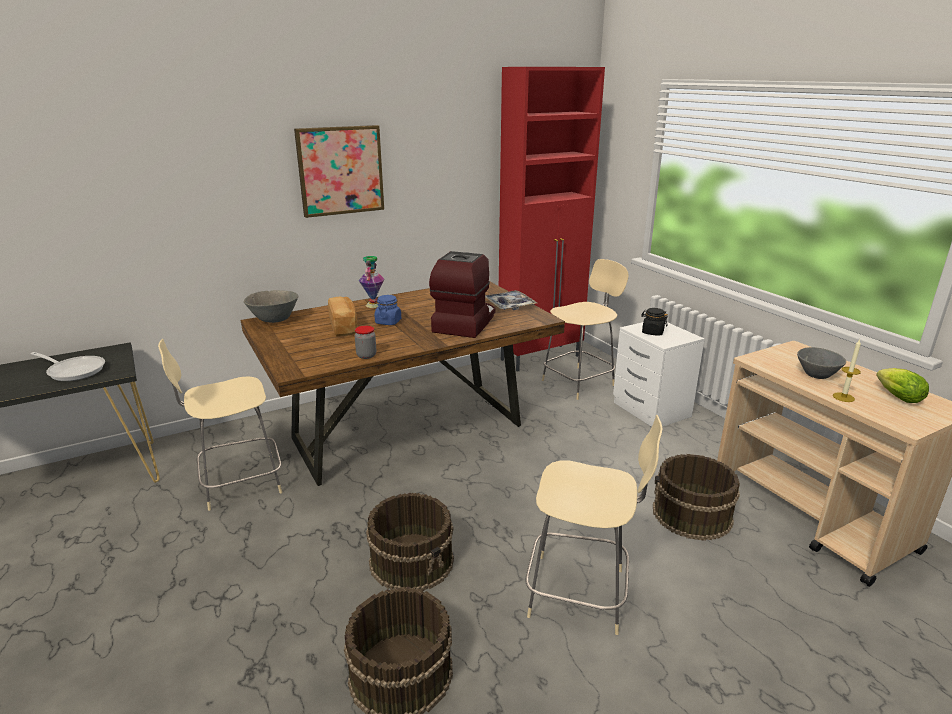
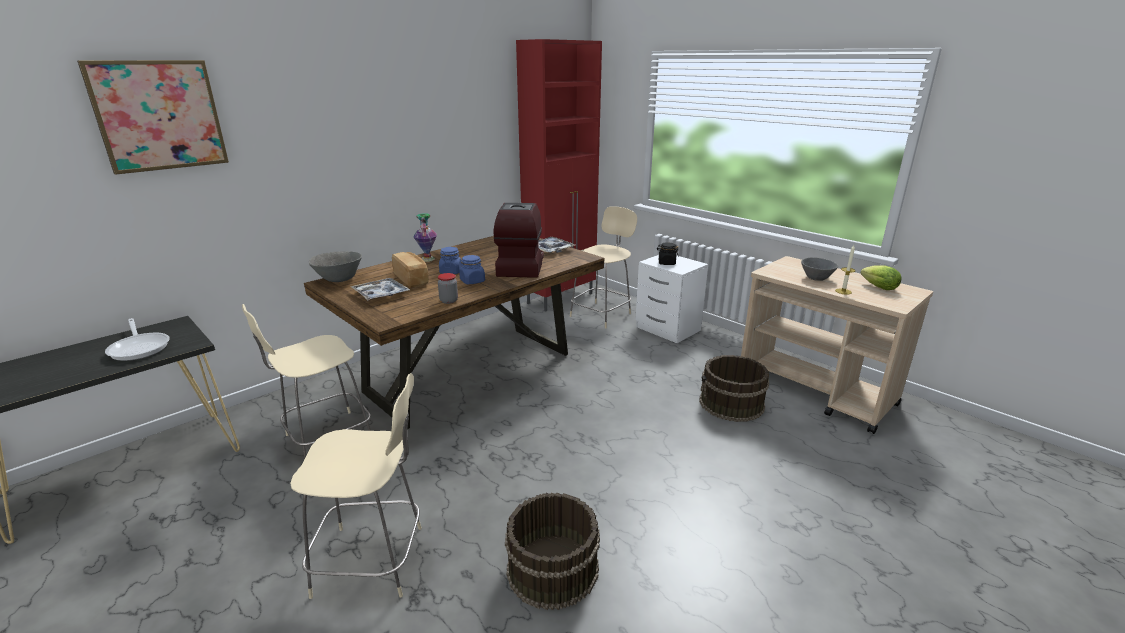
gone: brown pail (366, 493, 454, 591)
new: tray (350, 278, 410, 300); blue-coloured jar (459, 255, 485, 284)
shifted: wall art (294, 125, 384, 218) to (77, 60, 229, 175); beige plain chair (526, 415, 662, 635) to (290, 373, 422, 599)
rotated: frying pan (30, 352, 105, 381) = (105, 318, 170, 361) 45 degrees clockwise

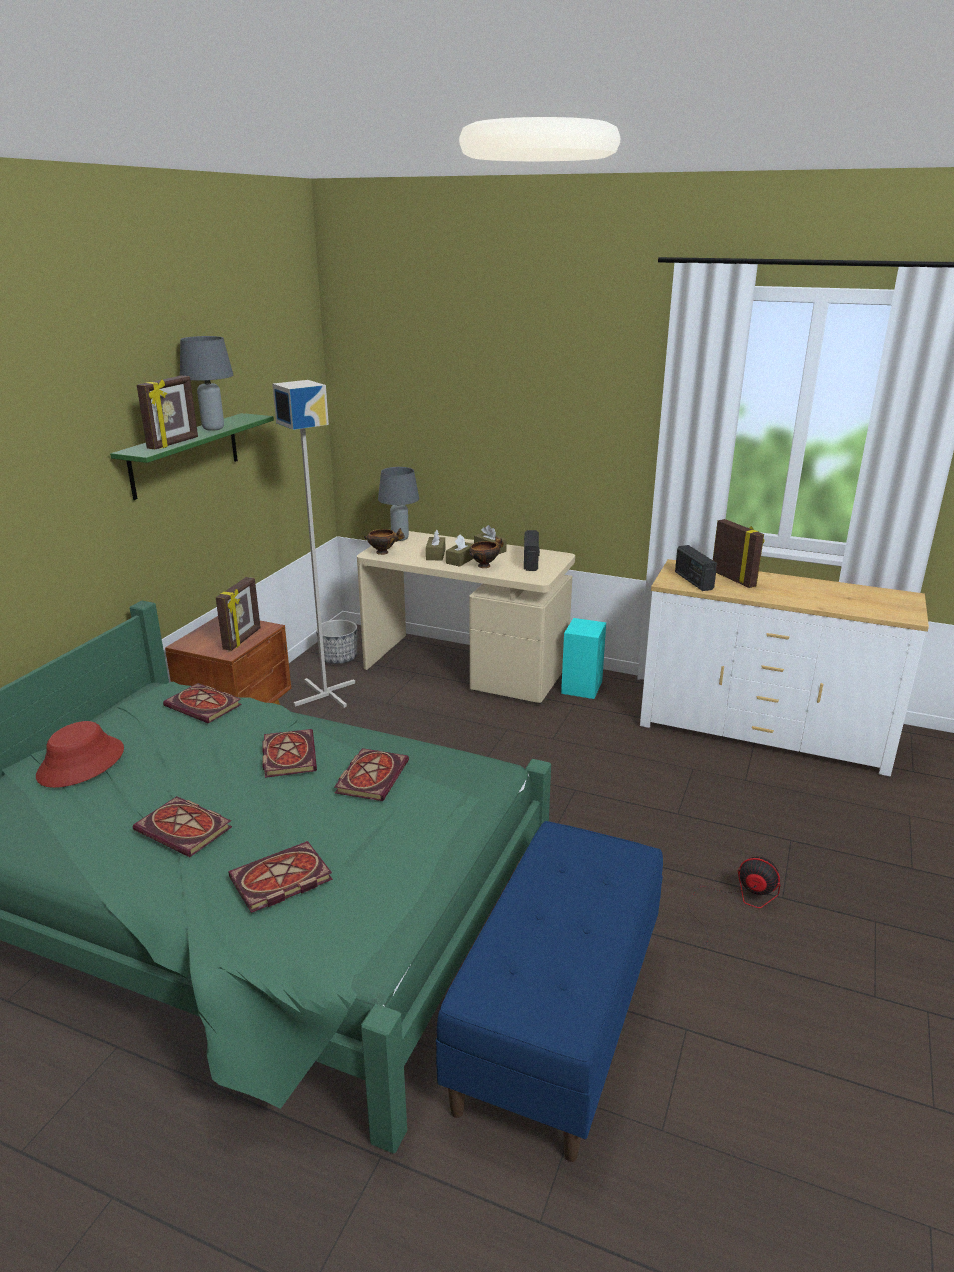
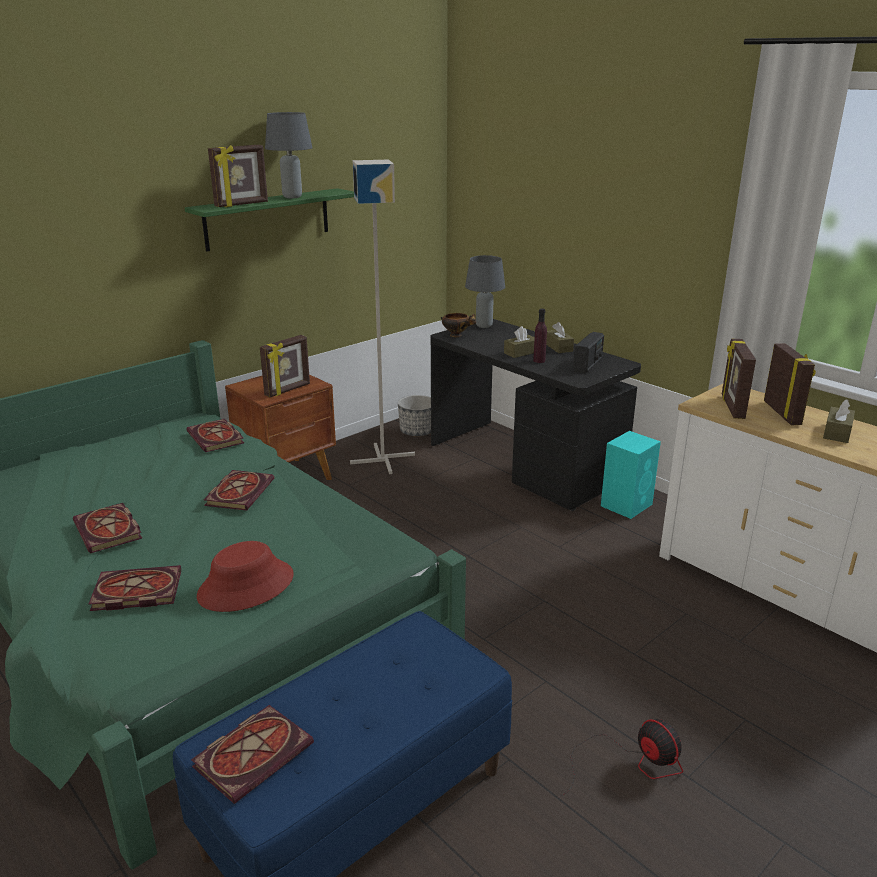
shifted: red-coloured clothing hat (36, 721, 124, 788) to (197, 541, 294, 612); volume (334, 748, 409, 801) to (191, 705, 314, 804); brown box of tissues (426, 530, 445, 560) to (823, 399, 855, 443)
swapped: serving bowl (469, 536, 504, 568) to purplish drink bottle (533, 309, 547, 363); radio set (675, 545, 717, 591) to photo frame (722, 339, 756, 419)
repainted: beige desk table (357, 531, 575, 704) to blackish desk table (431, 319, 641, 511)

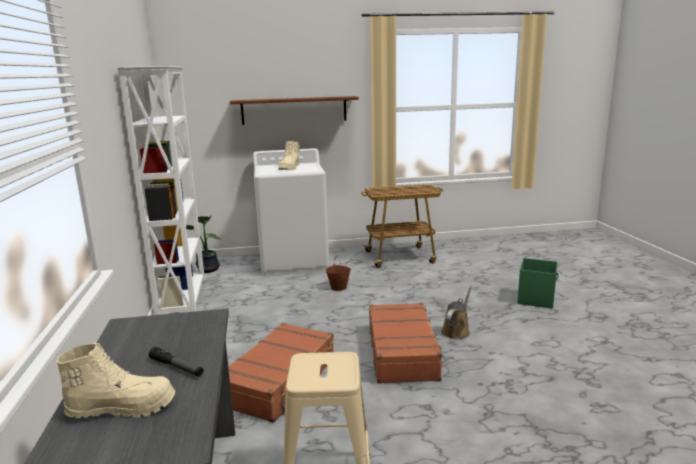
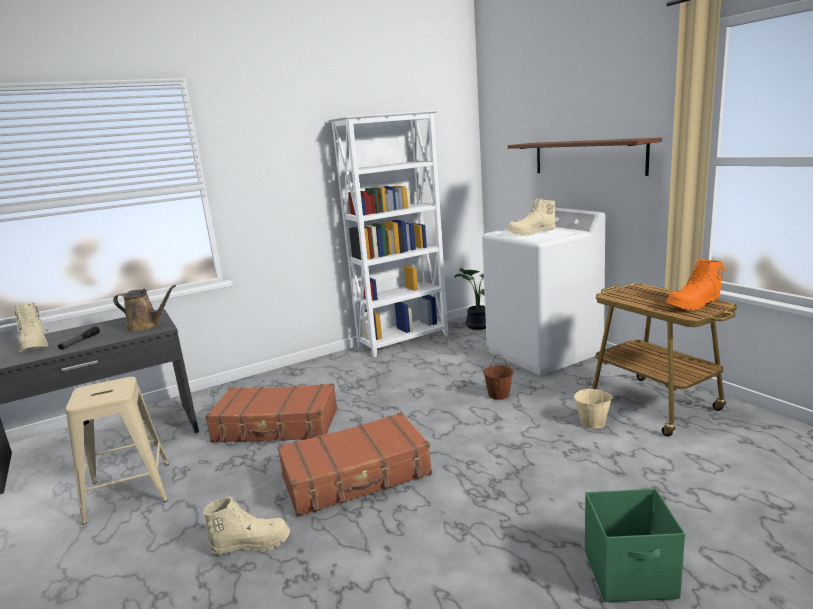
new: beige tall boot (203, 496, 290, 554); beige pail (574, 377, 612, 429); orangey tall boot (666, 259, 726, 311)
shifted: brown sprinkling can (441, 285, 472, 339) to (113, 285, 176, 332)

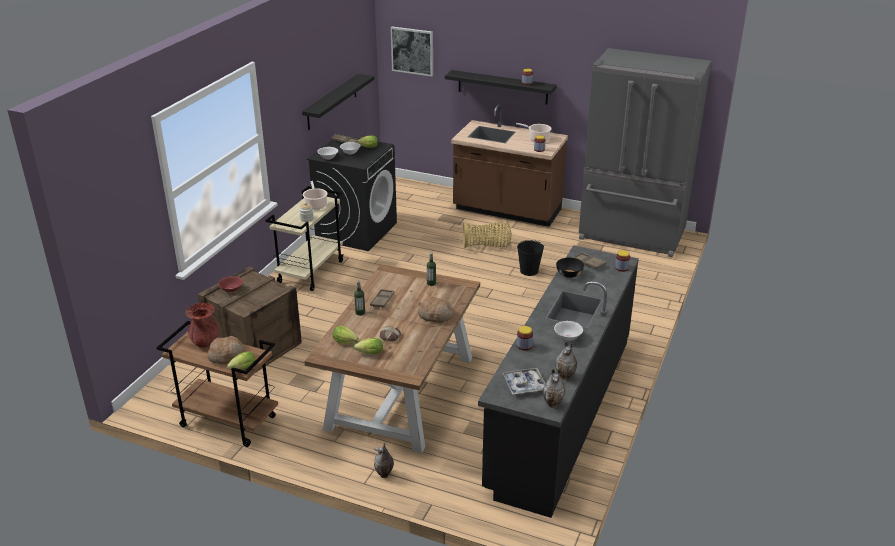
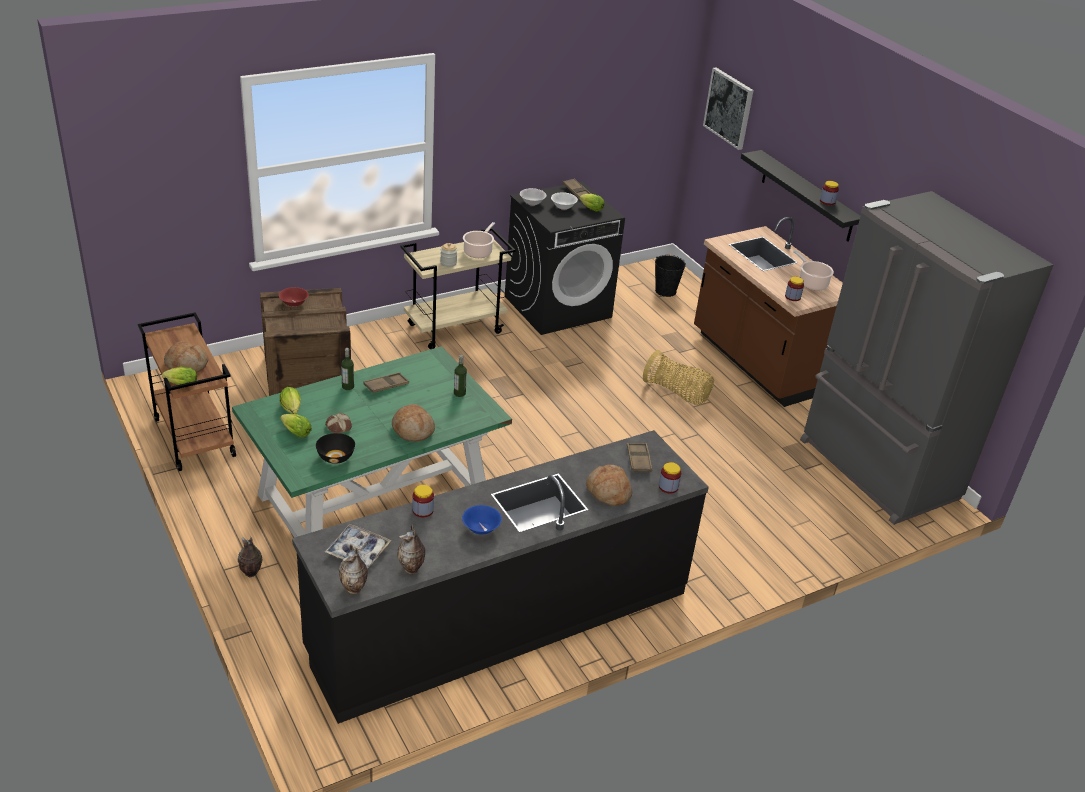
gone: red-coloured decorative vase (185, 303, 219, 347); blackish shelf (302, 74, 374, 130)
new: bread (586, 465, 632, 506)
shifted: blackish pail (517, 240, 544, 276) to (655, 255, 686, 297); blackish serving bowl (556, 258, 584, 278) to (316, 433, 355, 464)
repainted: brown dining table (304, 264, 480, 453) to greenish dining table (232, 346, 512, 538); white serving bowl (554, 321, 583, 341) to blue-coloured serving bowl (462, 505, 502, 535)

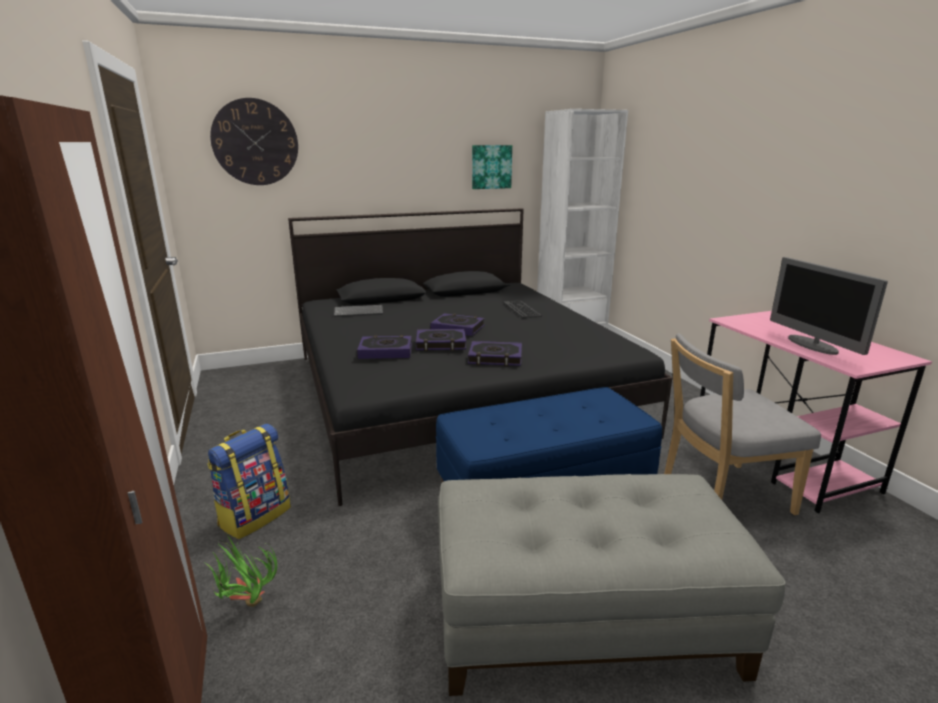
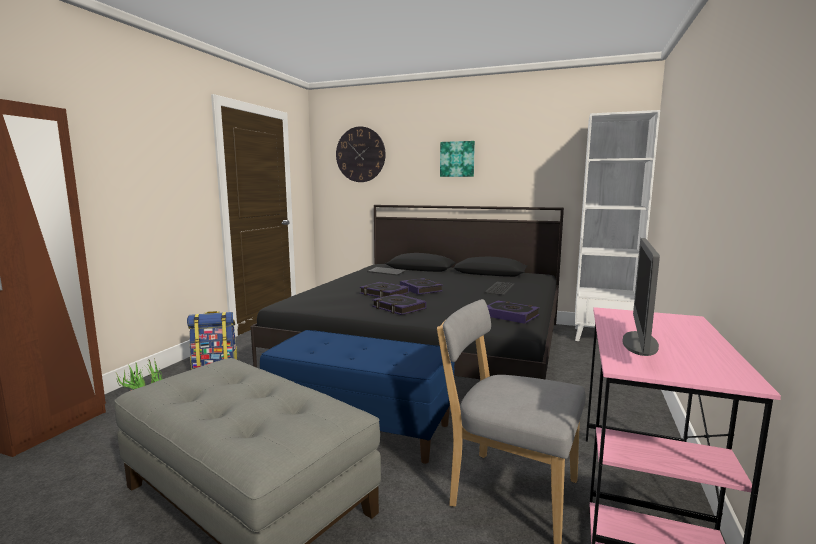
shifted: volume (357, 335, 412, 359) to (487, 301, 540, 324); wall art (472, 145, 512, 189) to (440, 141, 475, 177)

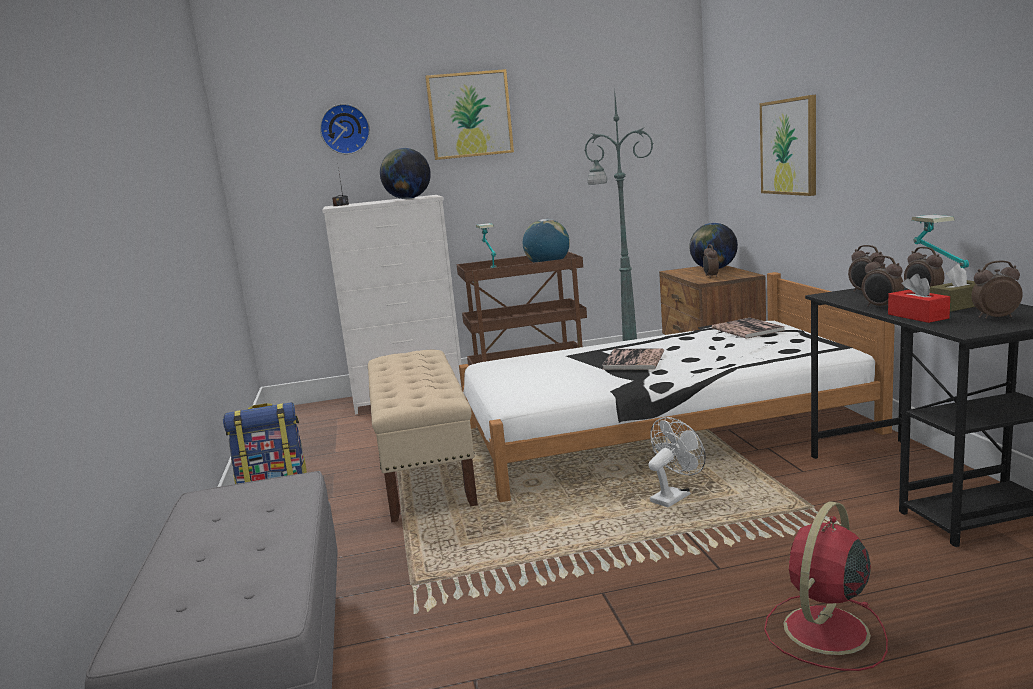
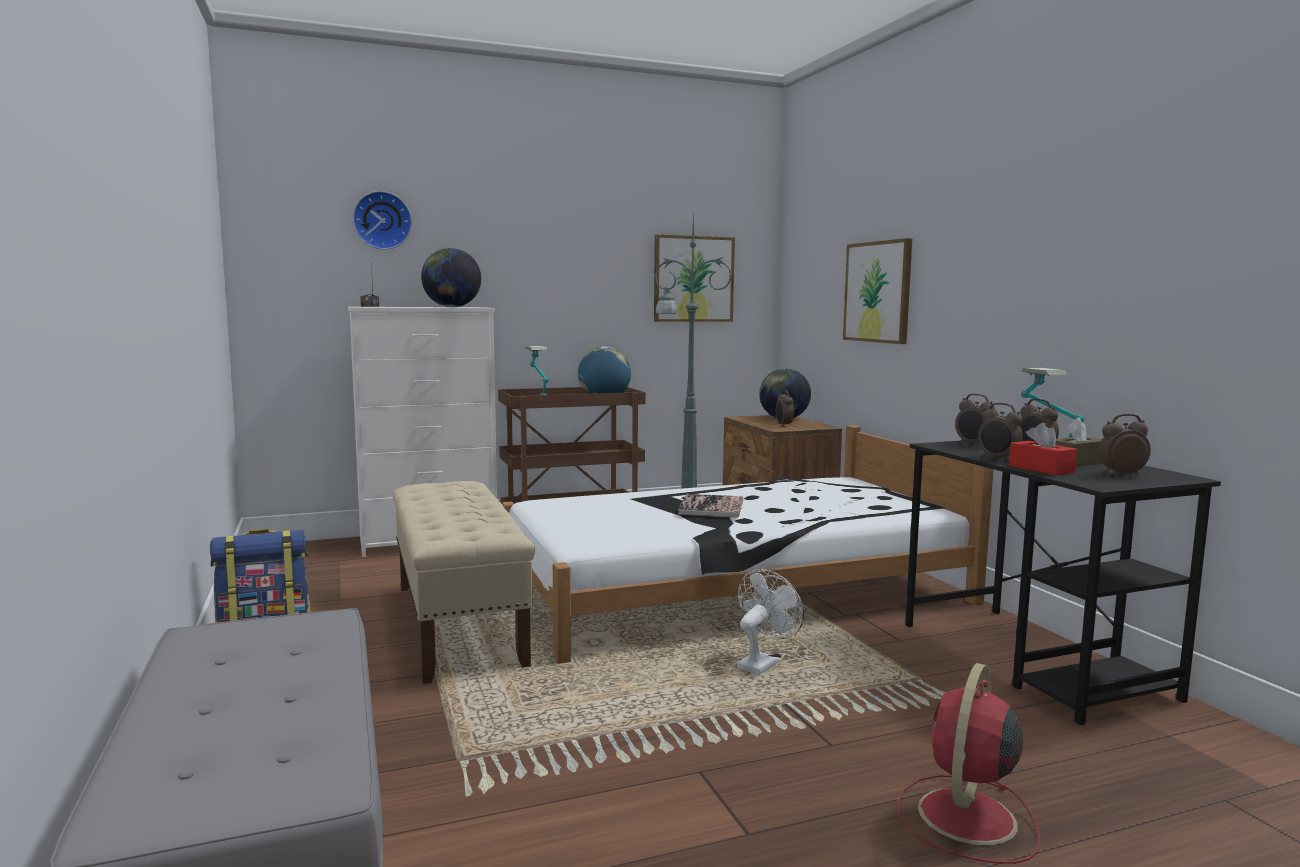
gone: volume (711, 318, 785, 339)
shifted: wall art (425, 69, 514, 160) to (654, 235, 735, 322)

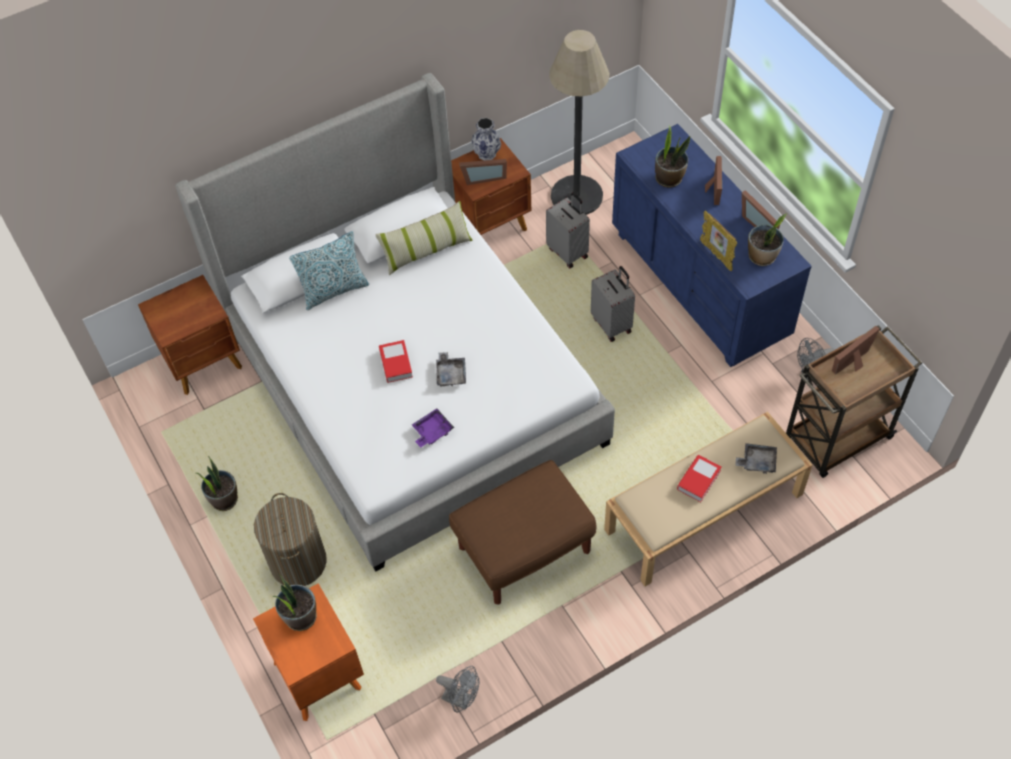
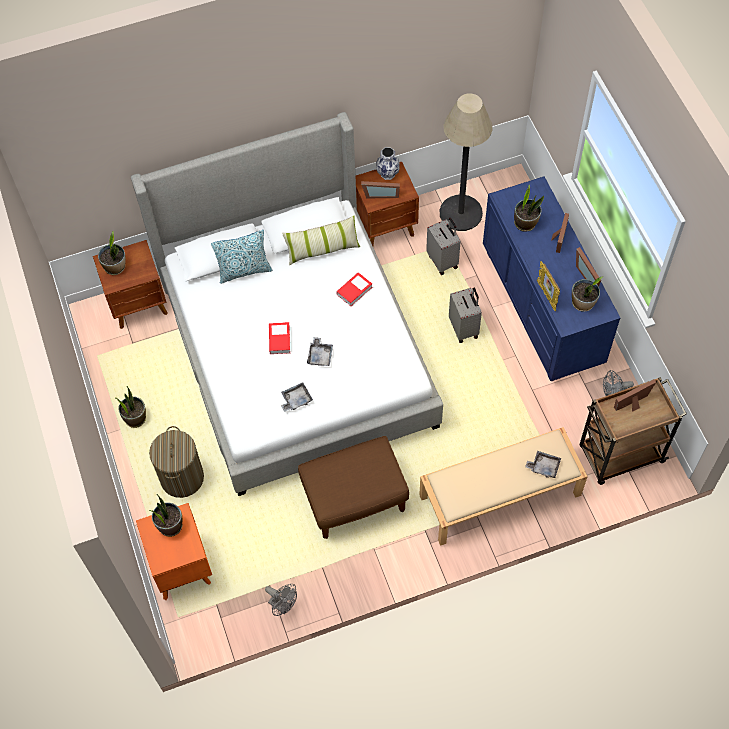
new: potted plant (98, 232, 126, 275)
shifted: volume (677, 455, 722, 502) to (336, 272, 372, 306)
repainted: purplish tray (412, 409, 454, 448) to greyish tray (281, 382, 313, 412)

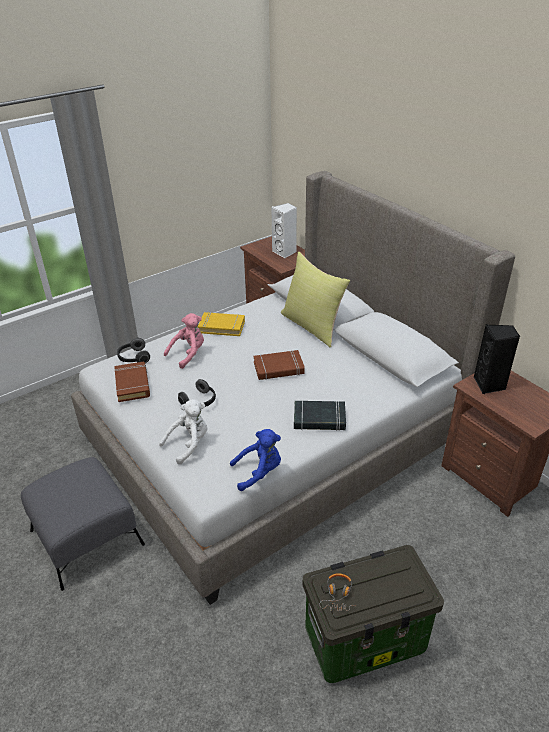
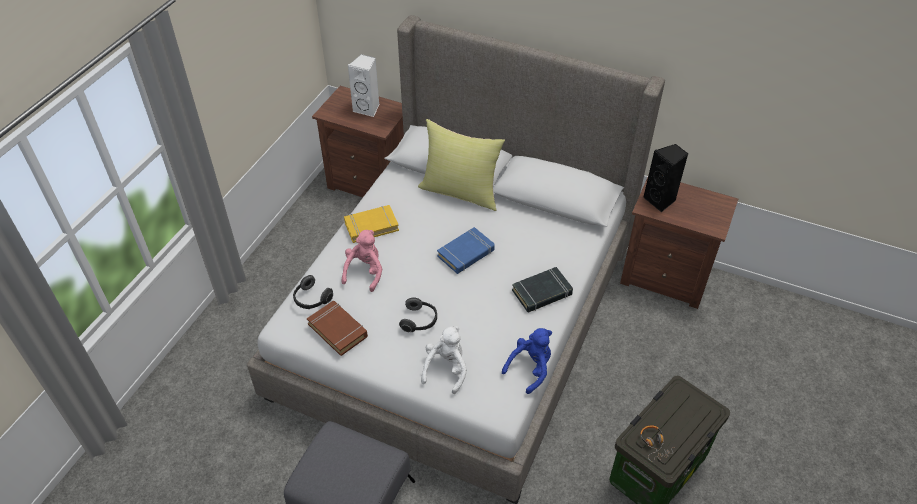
repainted: brown volume (253, 350, 305, 380) to blue-coloured volume (437, 227, 495, 274)

